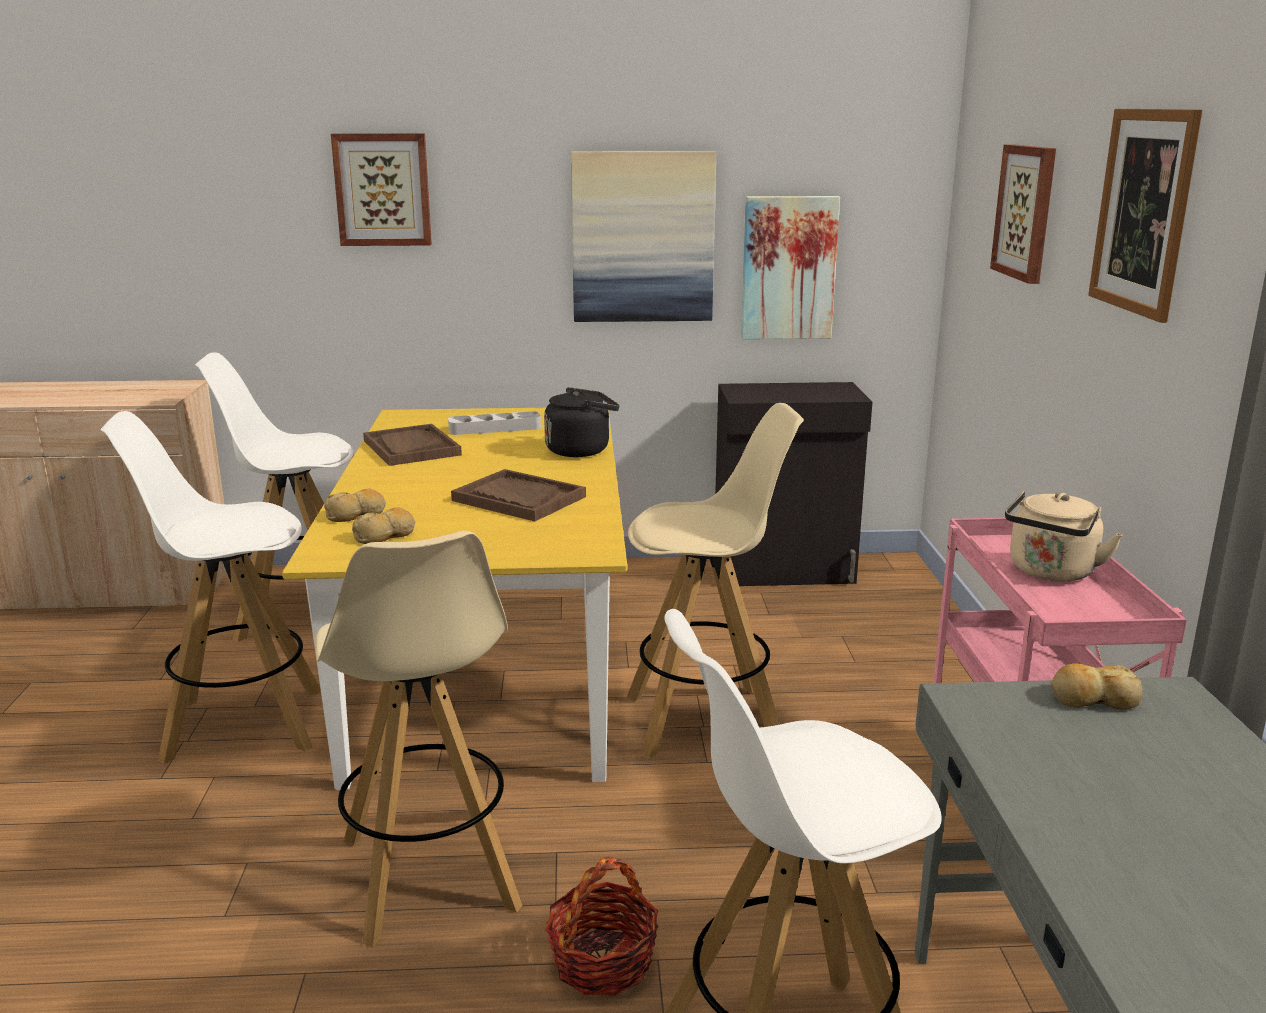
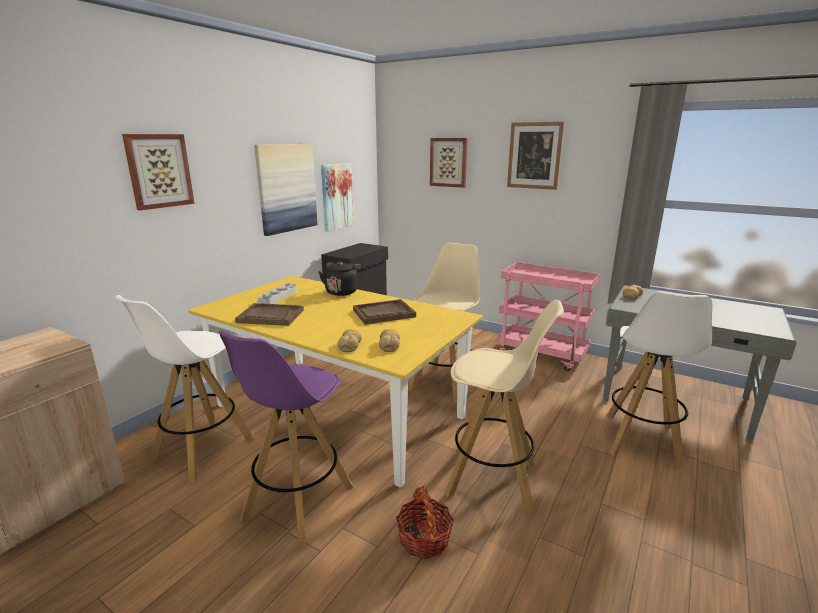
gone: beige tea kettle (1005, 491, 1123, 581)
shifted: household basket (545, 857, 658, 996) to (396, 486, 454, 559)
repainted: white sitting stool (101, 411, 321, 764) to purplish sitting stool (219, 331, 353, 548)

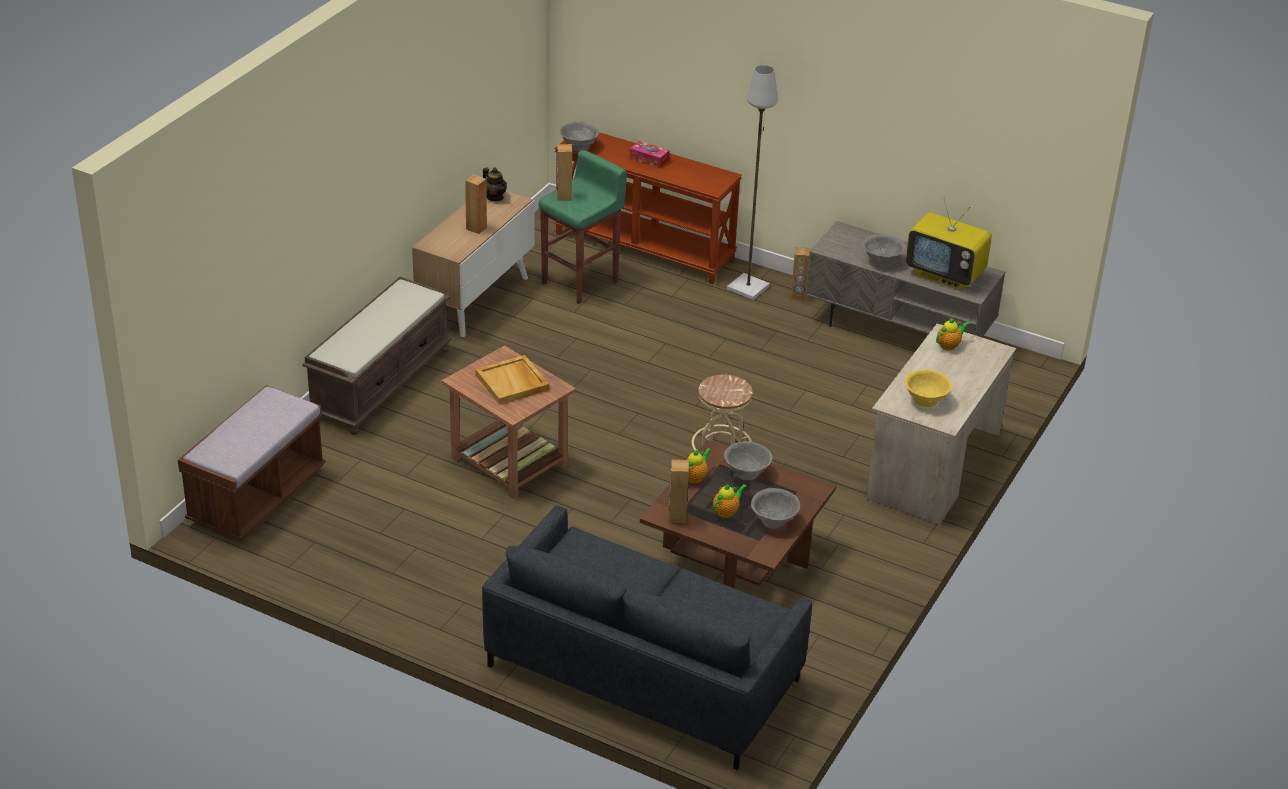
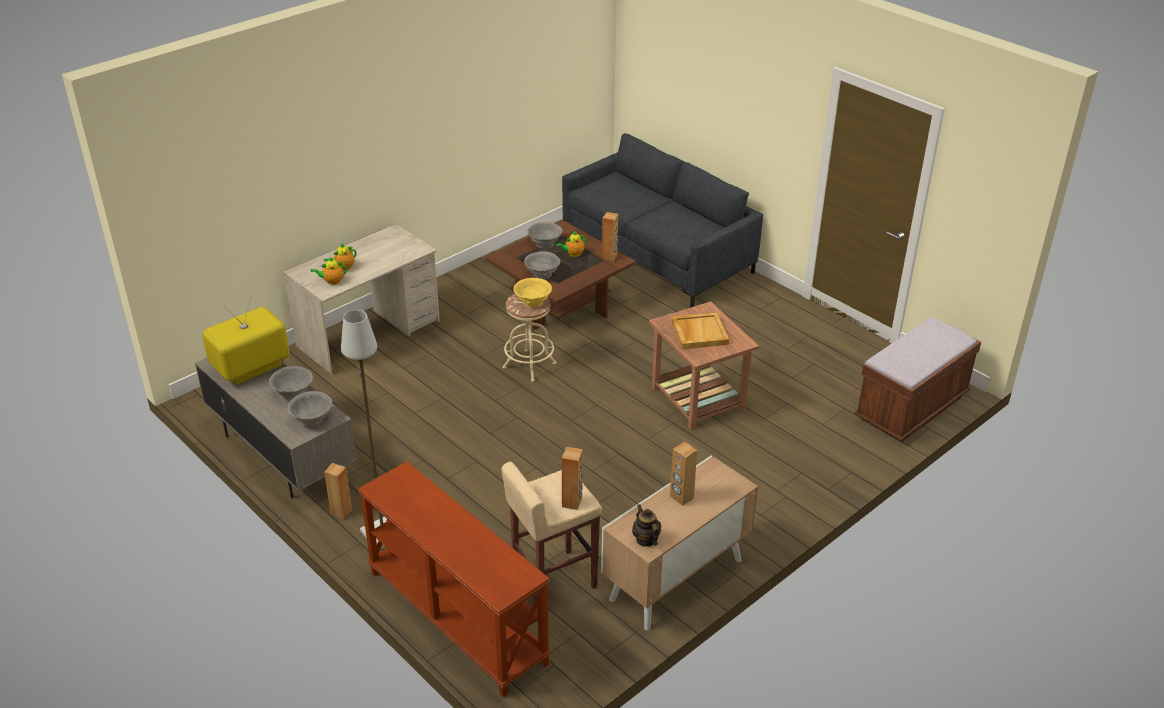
gone: brown long seat (302, 277, 451, 435); box of tissues (630, 141, 670, 168)
shifted: greyish serving bowl (560, 121, 599, 151) to (288, 391, 332, 427); tea pot (686, 448, 711, 483) to (324, 243, 357, 271); yellowish serving bowl (905, 369, 952, 407) to (514, 278, 552, 308)
repainted: greenish sitting stool (539, 150, 627, 304) to beige sitting stool (502, 462, 602, 589)
rotated: TV set (905, 197, 992, 290) = (202, 296, 290, 385) 90 degrees counterclockwise

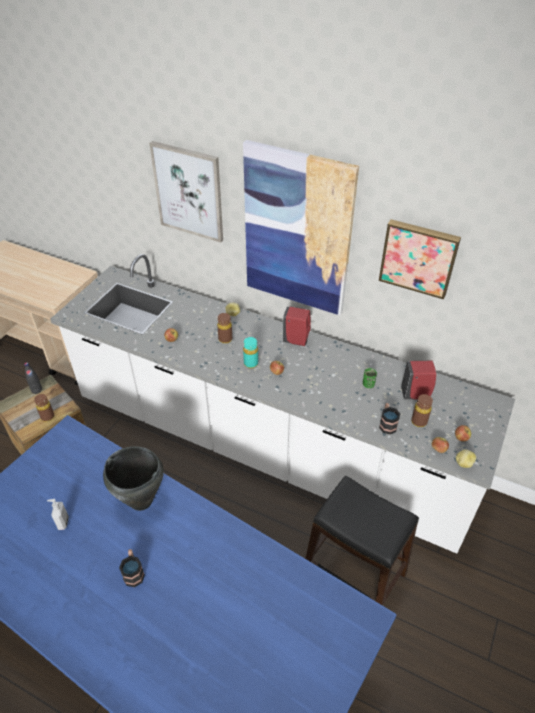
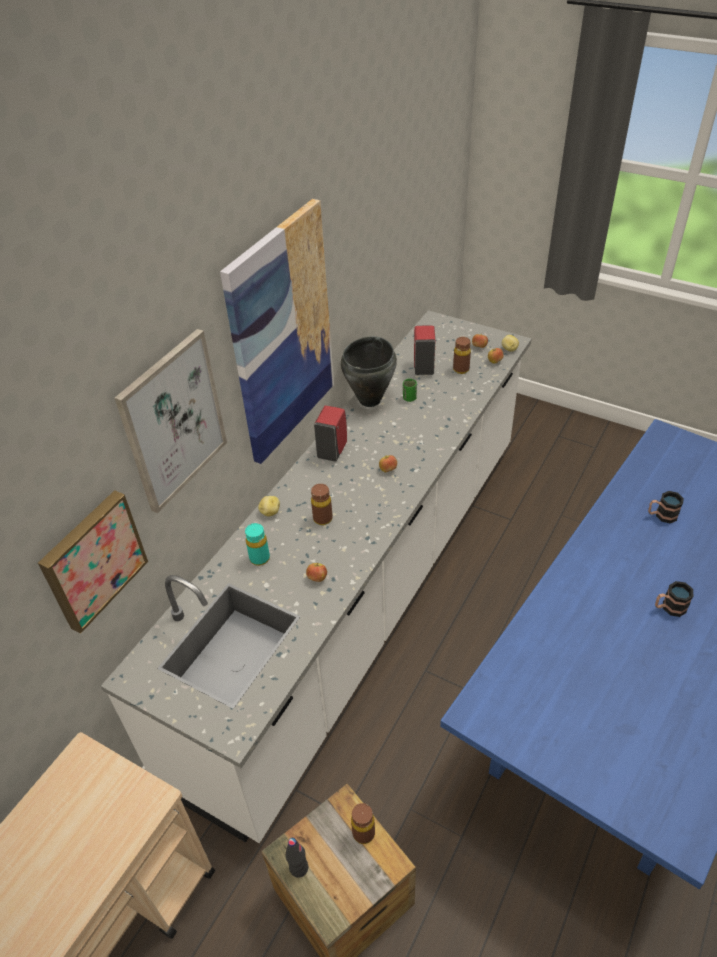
gone: soap bottle (47, 499, 69, 530); blackish sitting stool (305, 476, 419, 606)
shifted: blackish cooking pot (103, 446, 164, 511) to (341, 336, 397, 407); turquoise drink bottle (243, 337, 258, 369) to (245, 523, 270, 566); wall art (379, 219, 461, 300) to (38, 490, 148, 634); coffee mug (379, 403, 400, 434) to (648, 491, 684, 523)

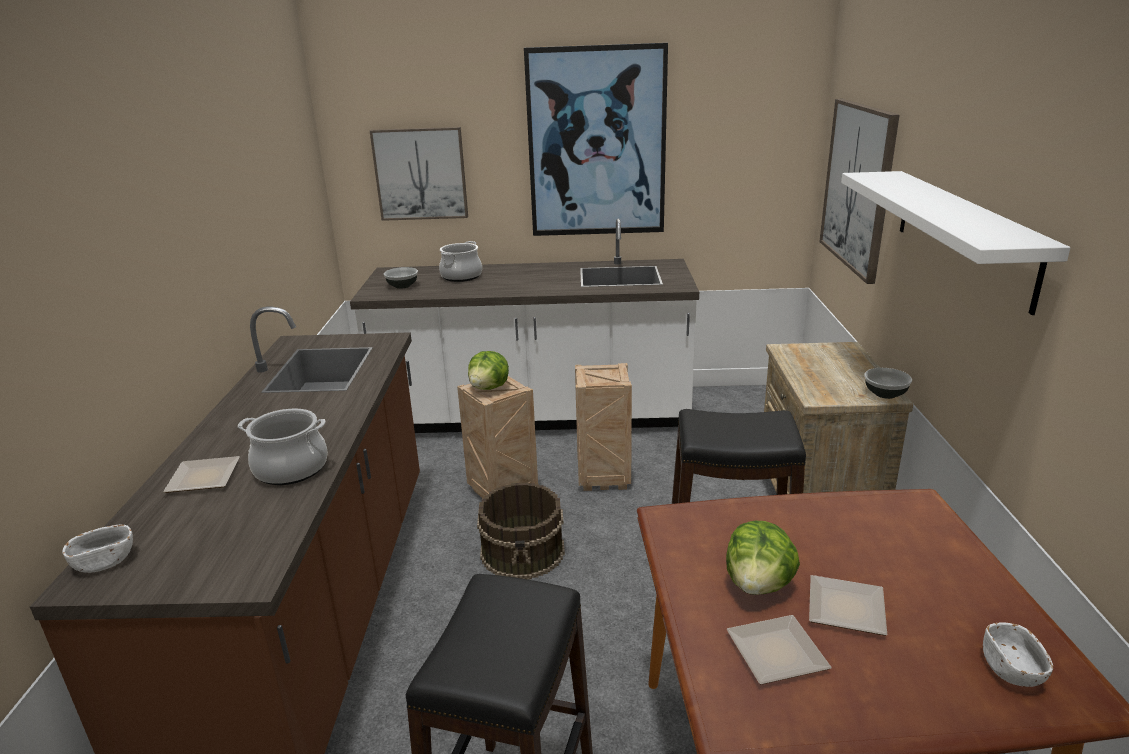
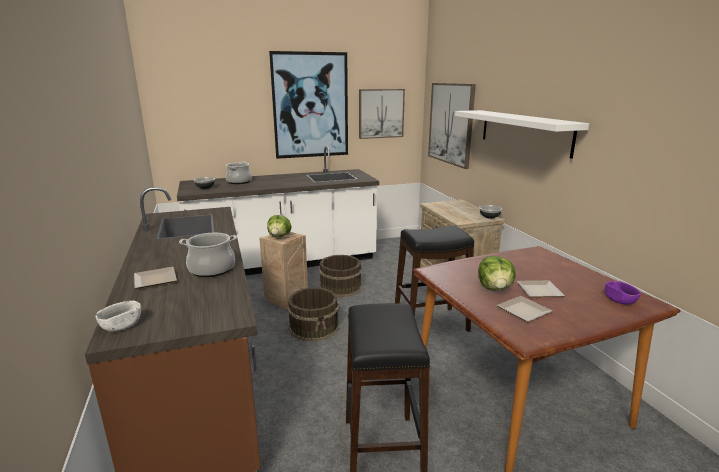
shifted: wall art (370, 127, 468, 221) to (359, 89, 405, 139)
swapped: packing crate (575, 363, 632, 491) to brown pail (319, 255, 362, 297)
repainted: white serving bowl (983, 622, 1053, 687) to purplish serving bowl (605, 281, 641, 304)

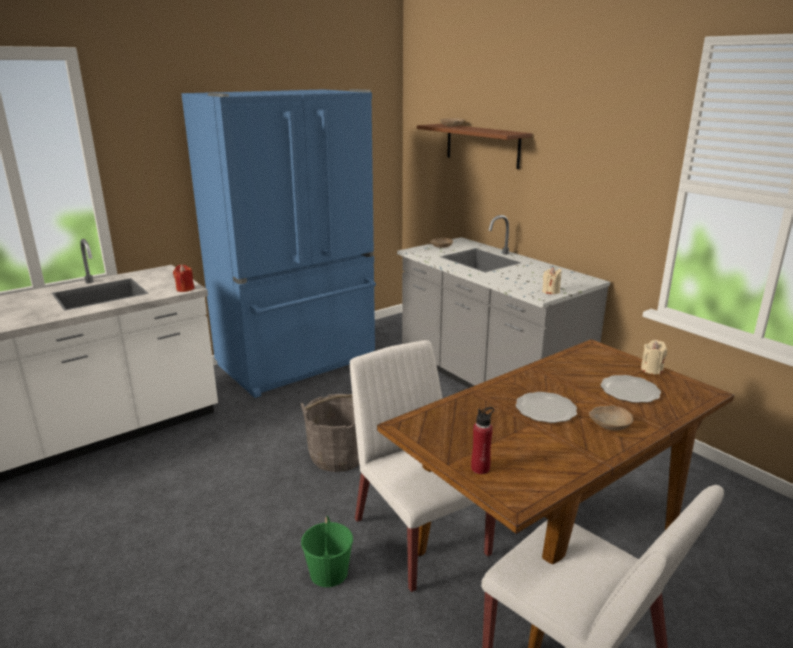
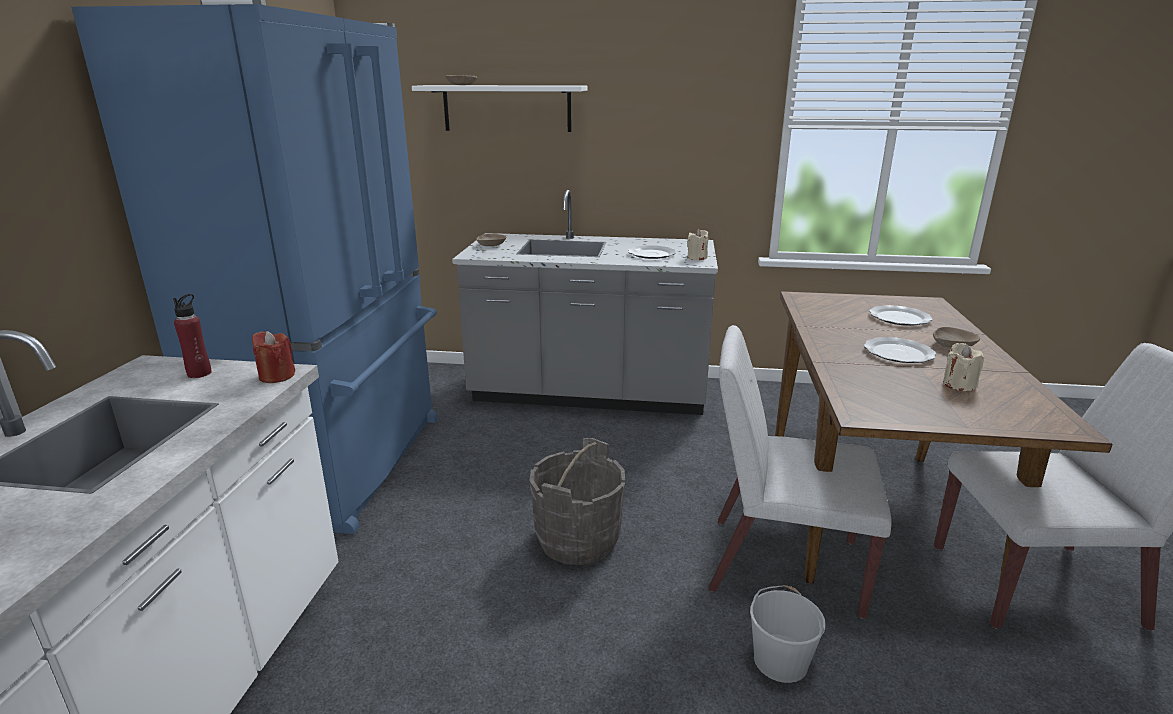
new: plate (628, 245, 676, 259)
shifted: red-coloured drink bottle (471, 407, 494, 474) to (173, 294, 212, 378); beige candle (641, 340, 667, 374) to (943, 343, 984, 391)
repainted: greenish pail (301, 516, 353, 587) to white pail (750, 585, 826, 683); brown shelf (417, 124, 532, 169) to white shelf (412, 85, 587, 132)

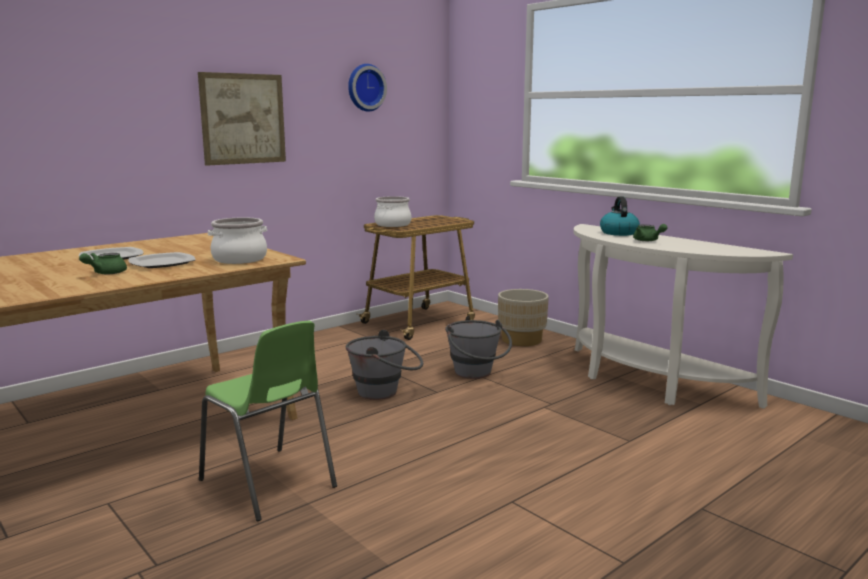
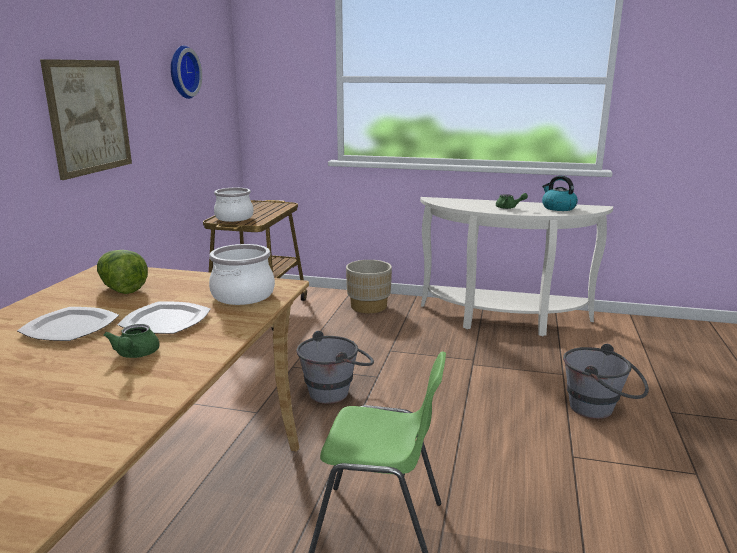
new: lettuce (97, 250, 148, 294)
shifted: greyish pail (445, 320, 512, 379) to (563, 344, 649, 419); tea kettle (600, 196, 640, 236) to (542, 176, 578, 211)

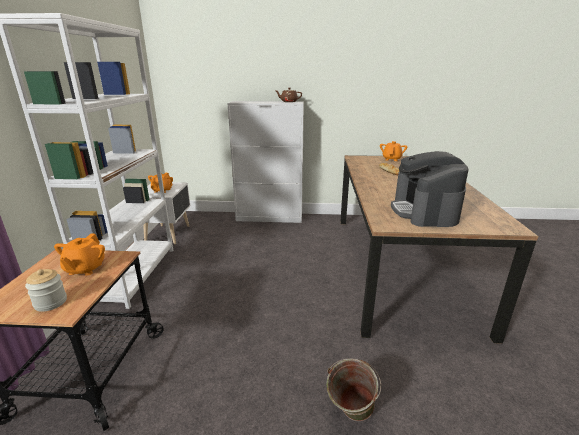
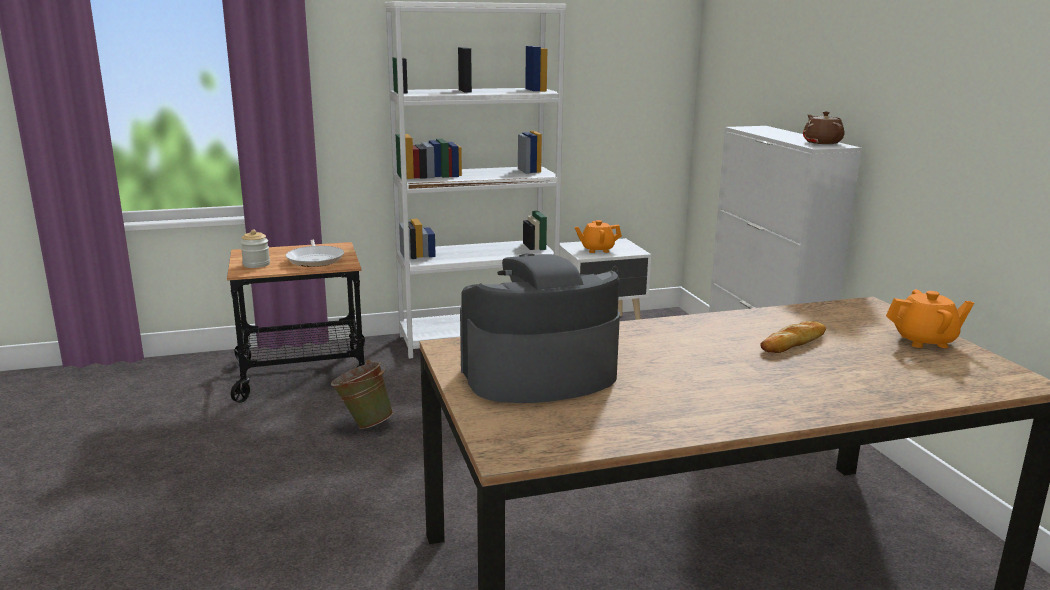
shifted: greenish pail (326, 358, 381, 421) to (331, 360, 393, 429)
swapped: orangey tea pot (54, 234, 105, 276) to frying pan (285, 239, 344, 267)

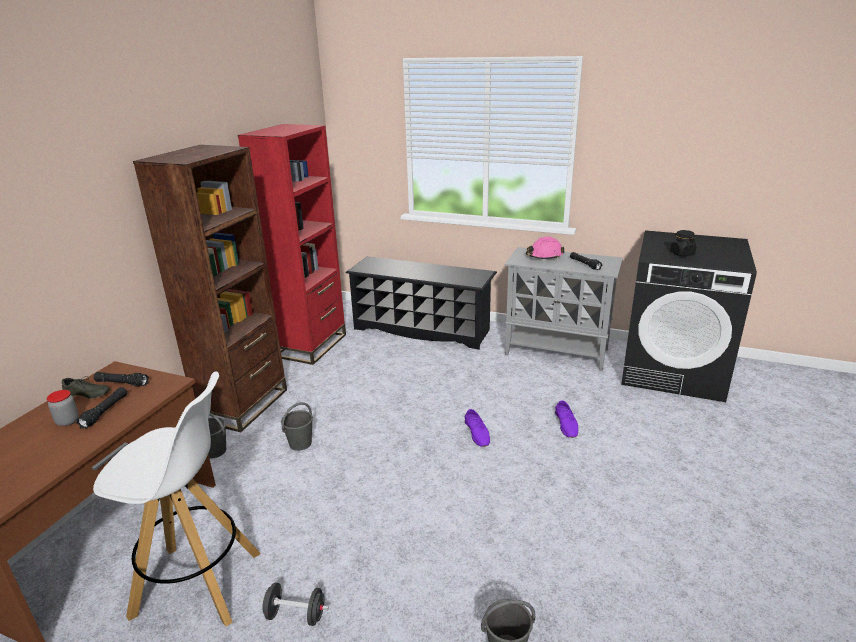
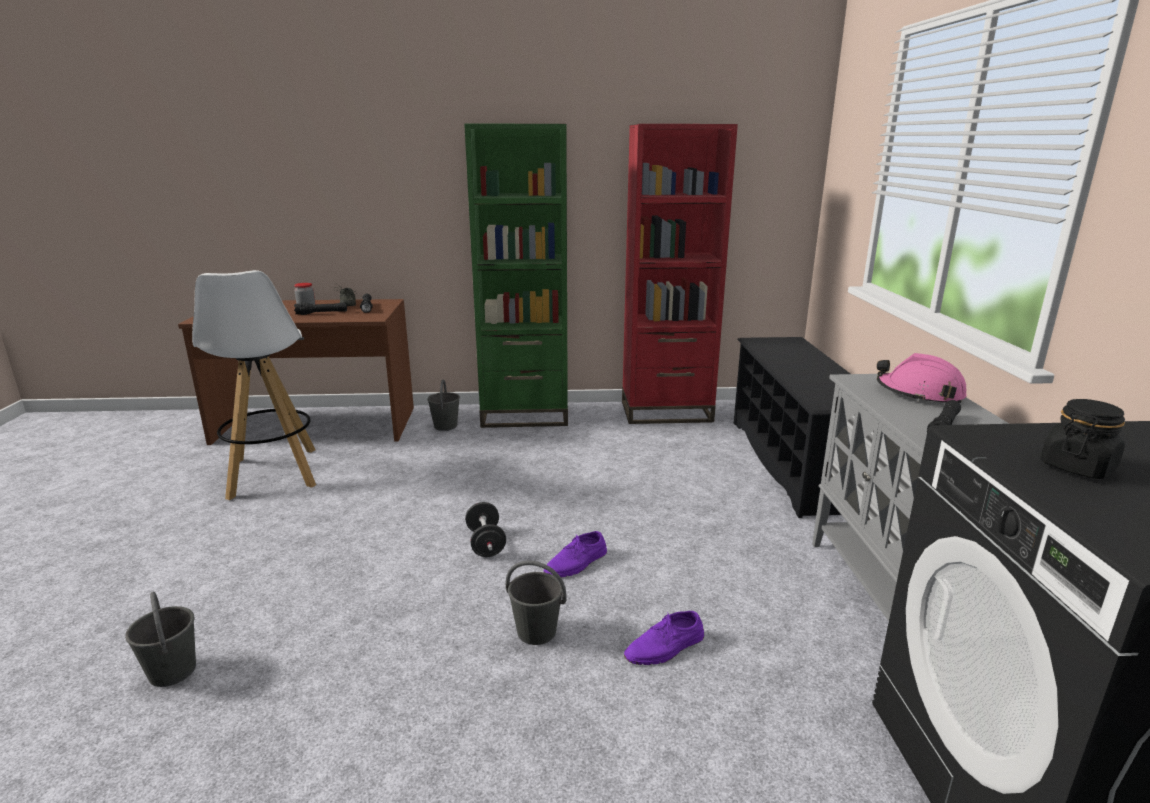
shifted: blackish dumbbell (259, 583, 329, 626) to (465, 502, 506, 557); greyish pail (281, 402, 313, 451) to (506, 561, 567, 645)
repainted: brown bookcase (133, 145, 287, 432) to greenish bookcase (464, 124, 568, 428)

